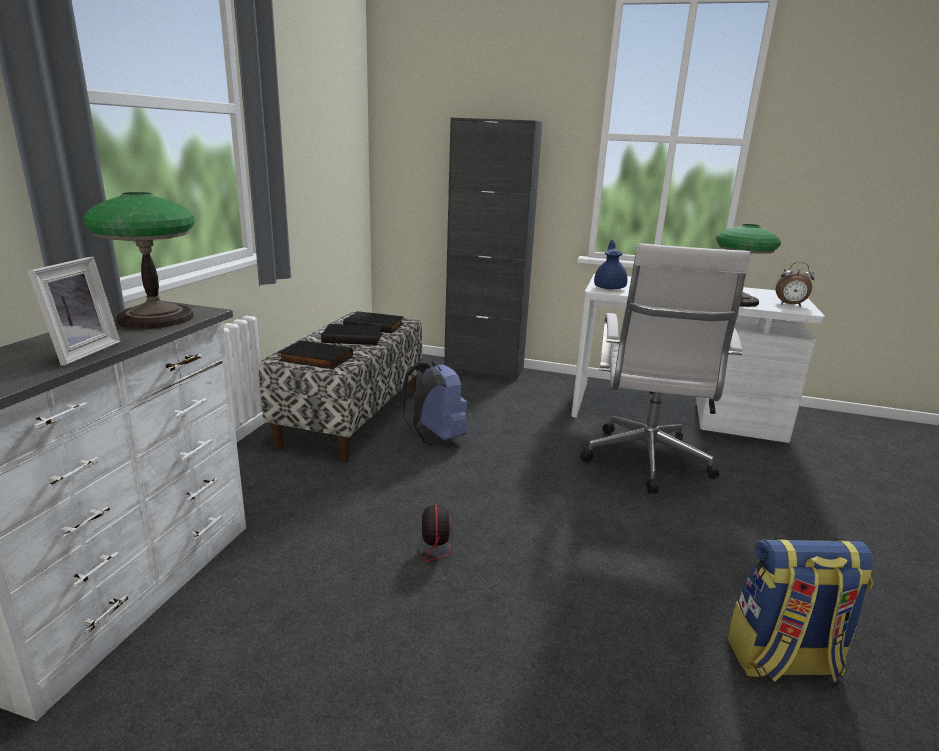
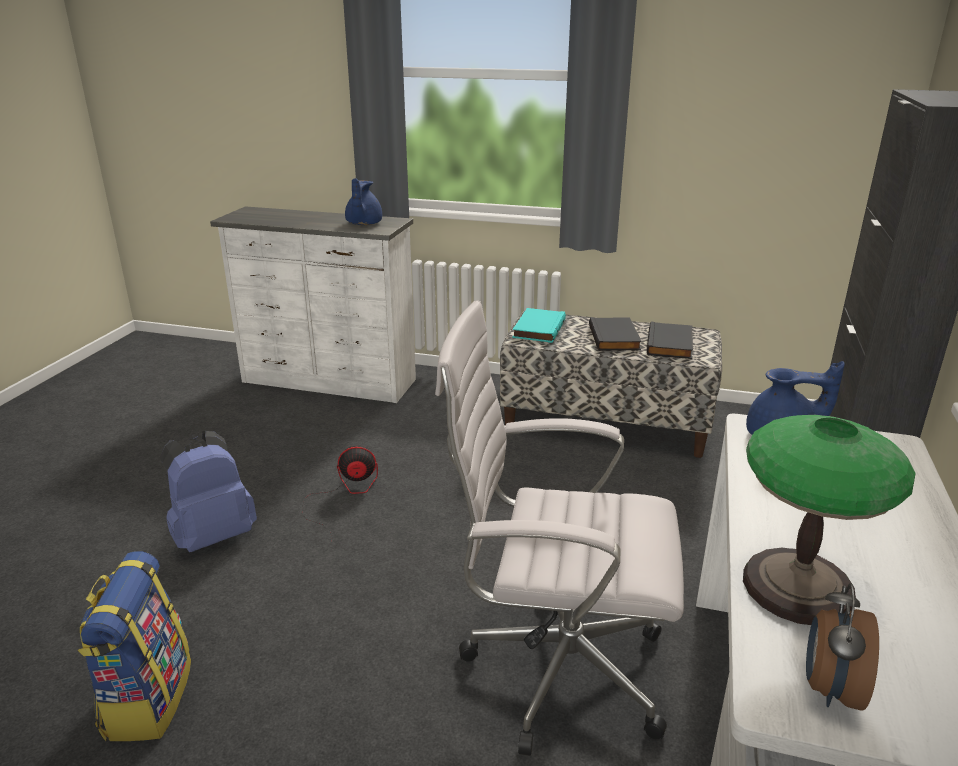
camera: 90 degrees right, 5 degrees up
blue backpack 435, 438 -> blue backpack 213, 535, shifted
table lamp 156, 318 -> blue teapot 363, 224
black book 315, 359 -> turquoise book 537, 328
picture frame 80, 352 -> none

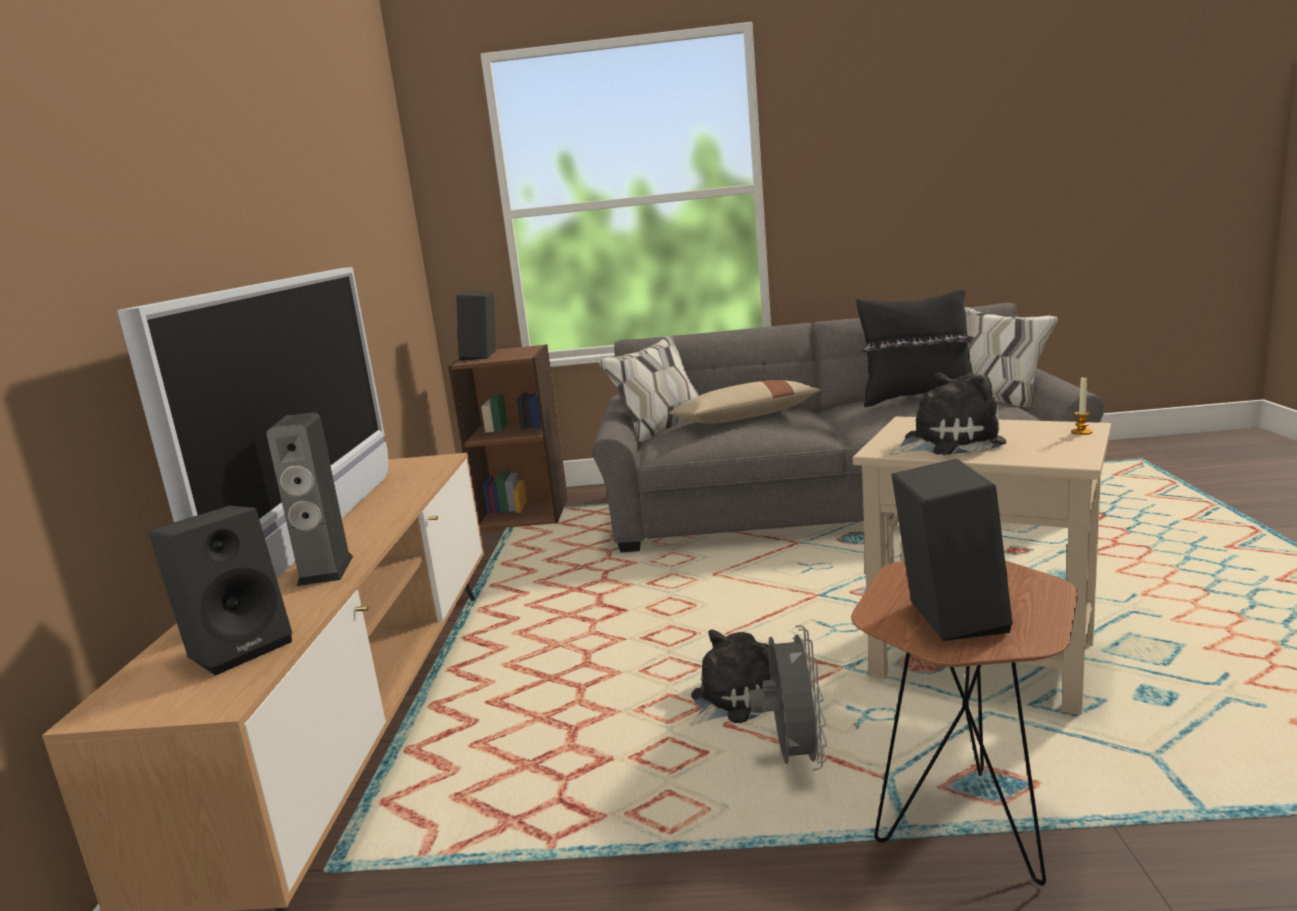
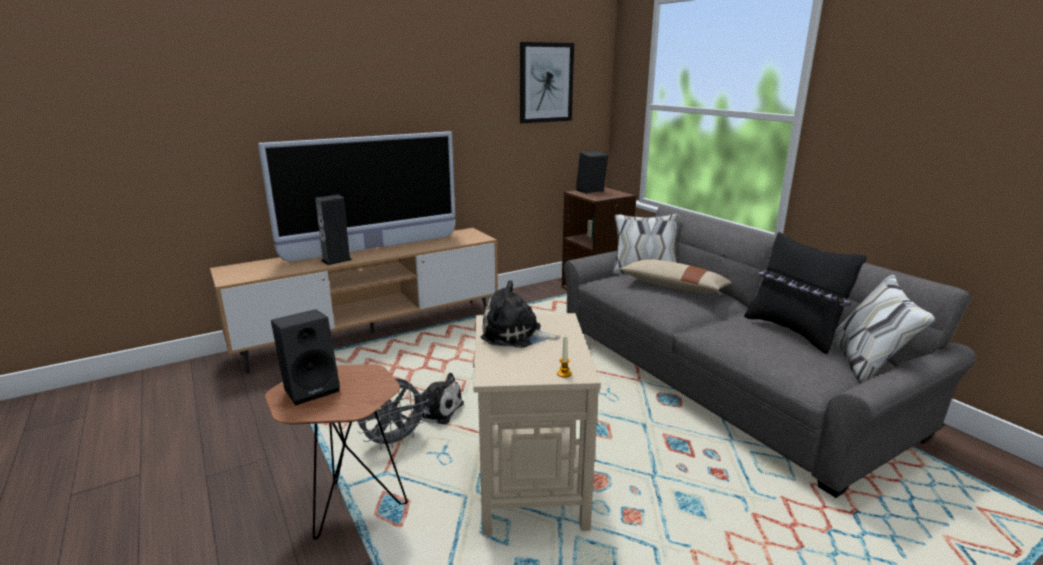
camera: 55 degrees right, 5 degrees up
plush toy 946, 442 -> plush toy 515, 335, 150 degrees clockwise
none -> picture 546, 83
black speaker 240, 647 -> none

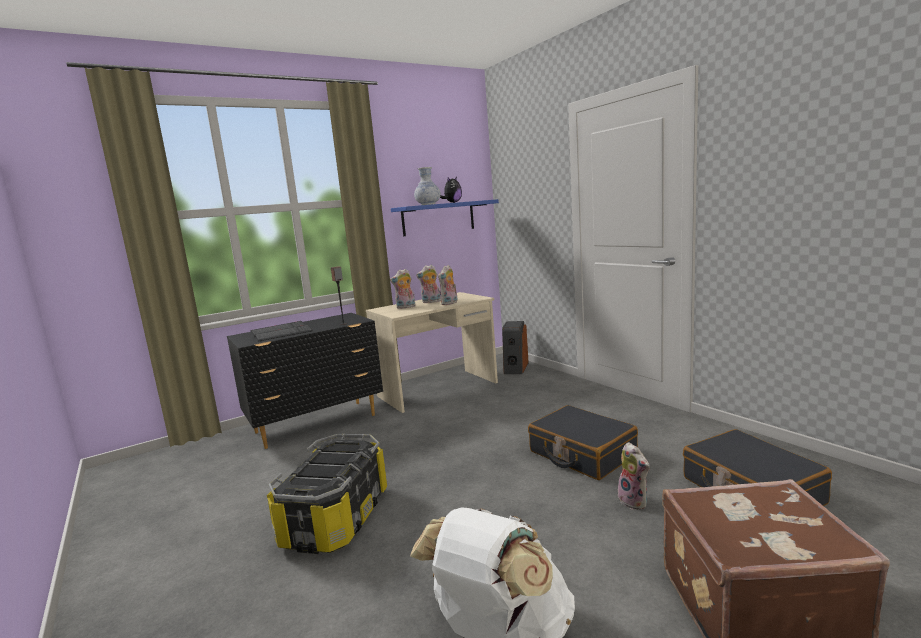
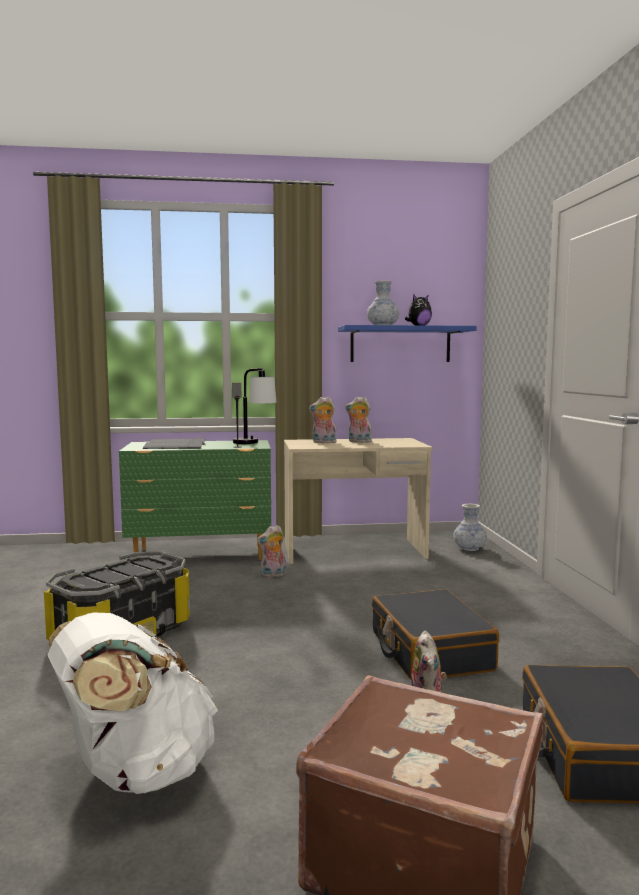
camera: 25 degrees right, 5 degrees down
black dresser 317, 424 -> green dresser 202, 554
none -> table lamp 254, 443
plush toy 449, 303 -> plush toy 273, 575, shifted
speaker 515, 368 -> vase 469, 548

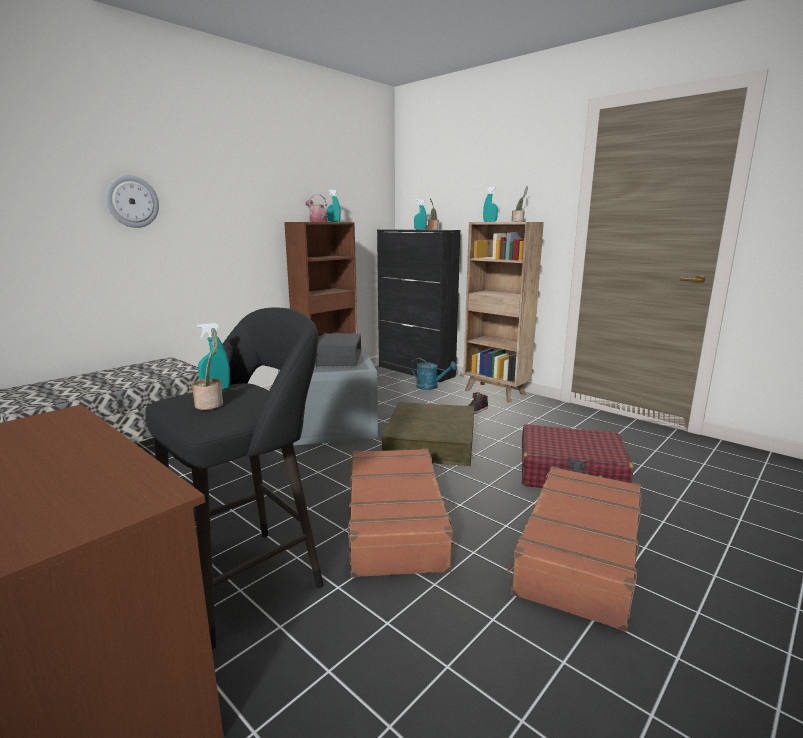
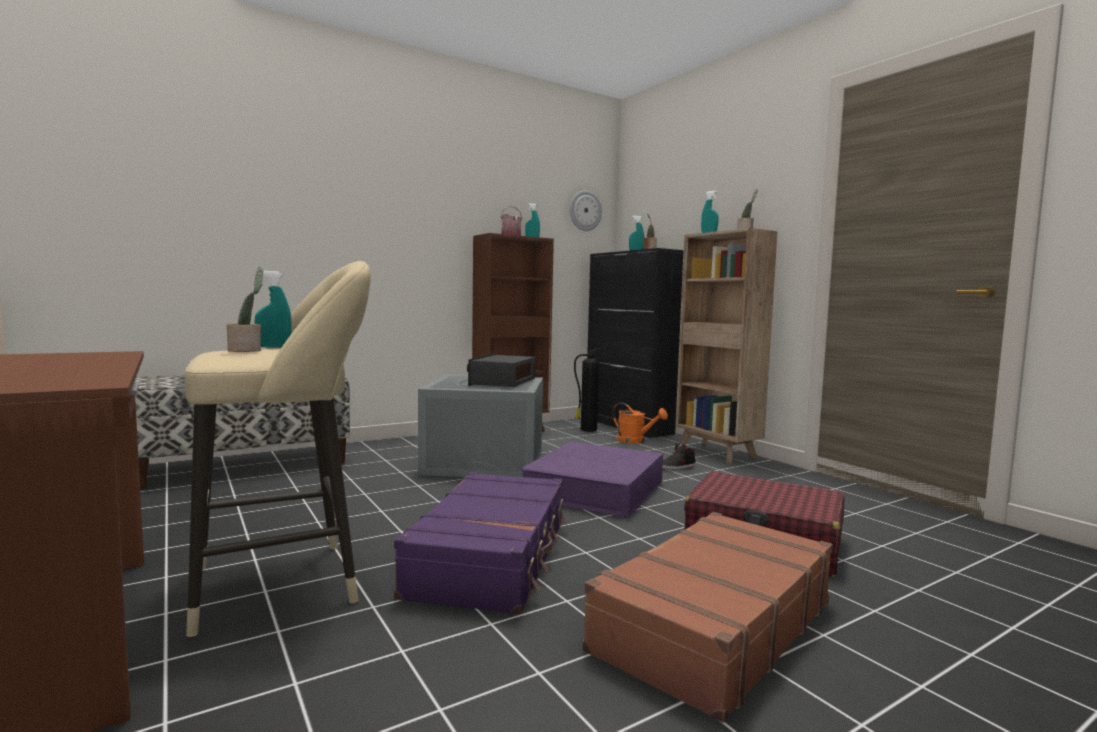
camera: 15 degrees right, 10 degrees down
black stool 251, 578 -> beige stool 286, 582
brown suitcase 396, 522 -> purple suitcase 492, 557
brown storage box 431, 442 -> purple storage box 595, 489
wall clock 132, 201 -> wall clock 585, 211, shifted
none -> fire extinguisher 587, 429
turquoise watering can 431, 387 -> orange watering can 635, 441

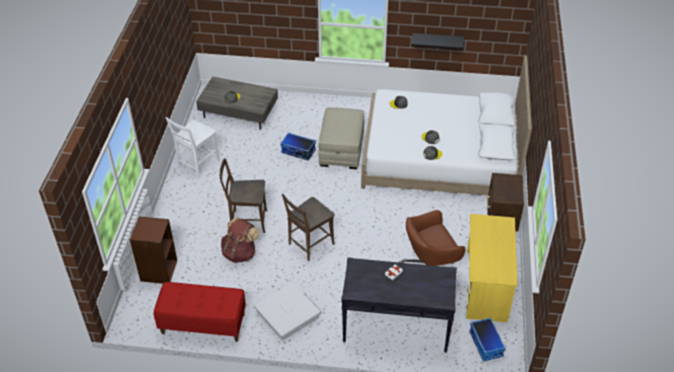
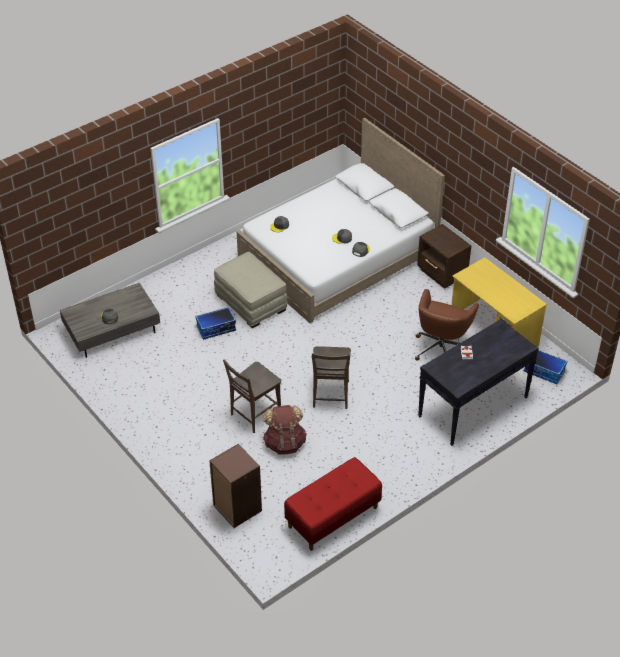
camera: 45 degrees left, 0 degrees up
white chair 197, 165 -> none
white storage box 287, 314 -> none
black shelf 437, 41 -> none

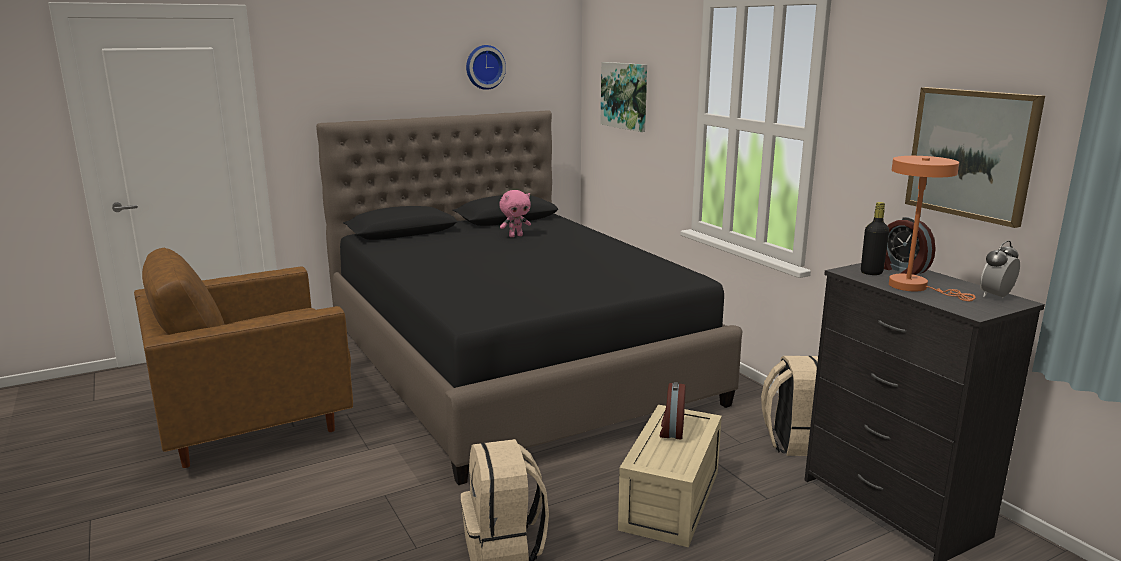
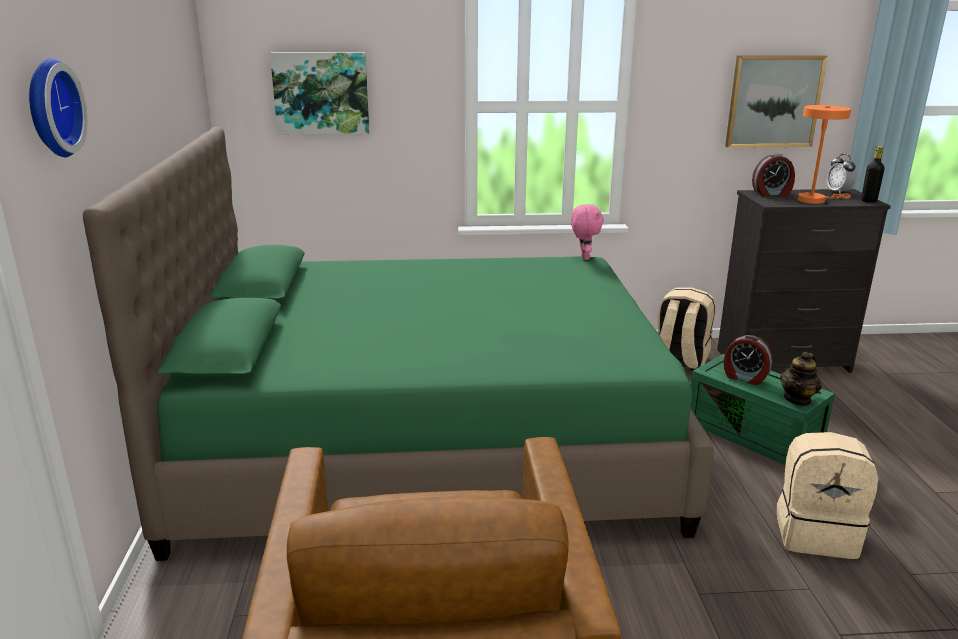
camera: 65 degrees left, 5 degrees up
wall clock 484, 67 -> wall clock 49, 108, shifted
black bed 514, 364 -> green bed 428, 441
pink plush toy 515, 236 -> pink plush toy 584, 257, shifted
beige storage box 672, 501 -> green storage box 755, 433
none -> teapot 797, 399
black bottle 871, 273 -> black bottle 868, 201, shifted

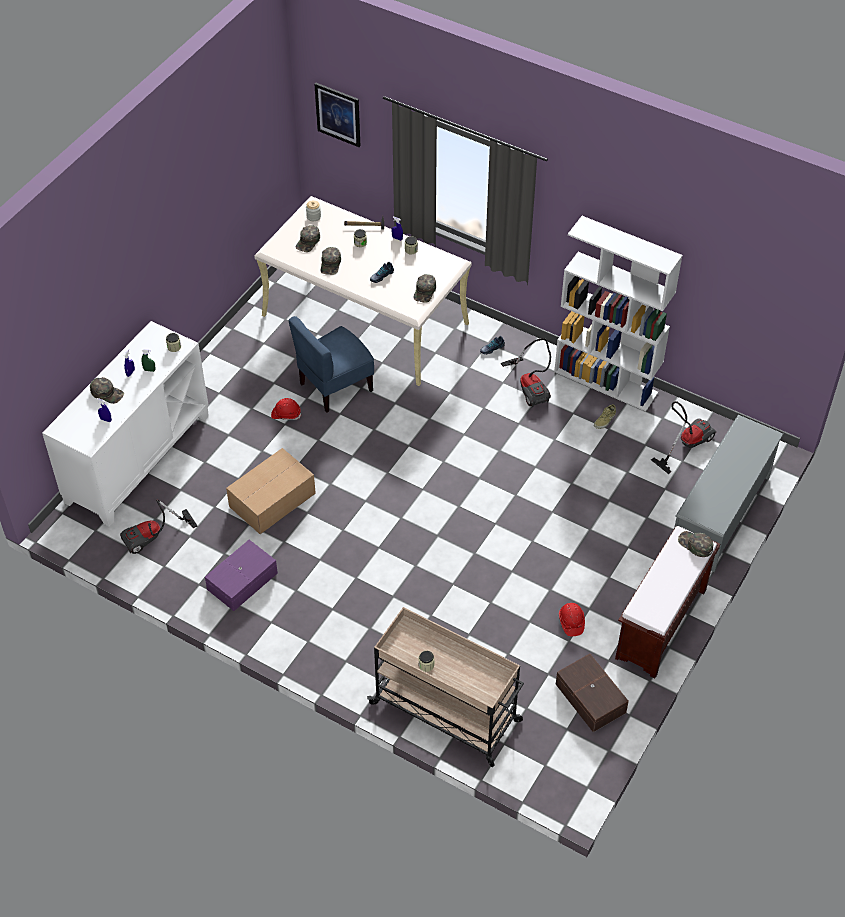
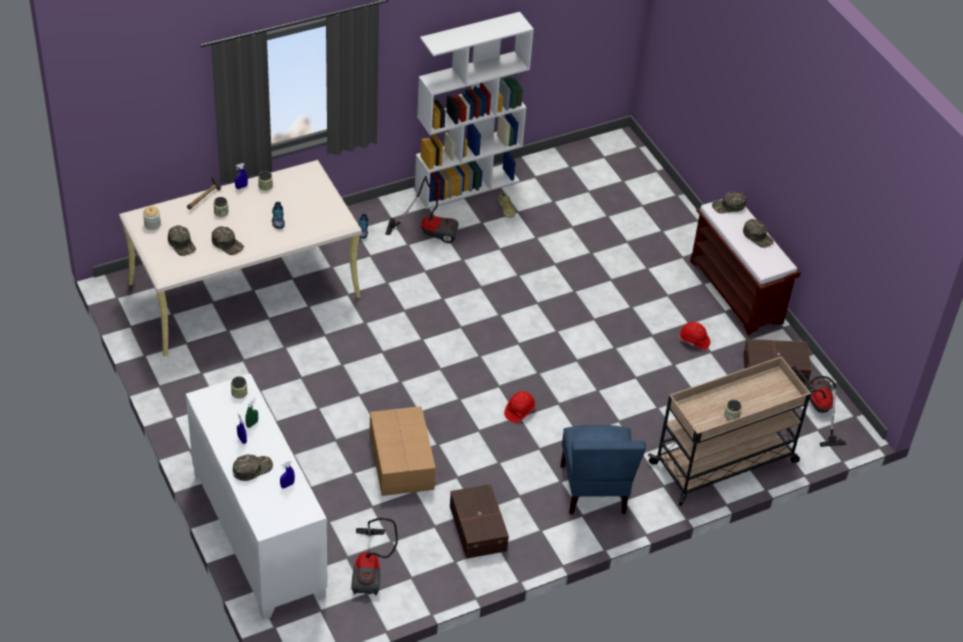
camera: 60 degrees left, 5 degrees down
purple storage box 243, 581 -> brown storage box 479, 527
red hard hat 286, 414 -> red hard hat 519, 411, shifted
blue chair 335, 387 -> blue chair 594, 489, shifted
green cap 425, 291 -> green cap 758, 236, shifted
vacuum cleaner 686, 443 -> vacuum cleaner 818, 411, shifted
picture 338, 114 -> none
grey shoe rack 720, 514 -> none

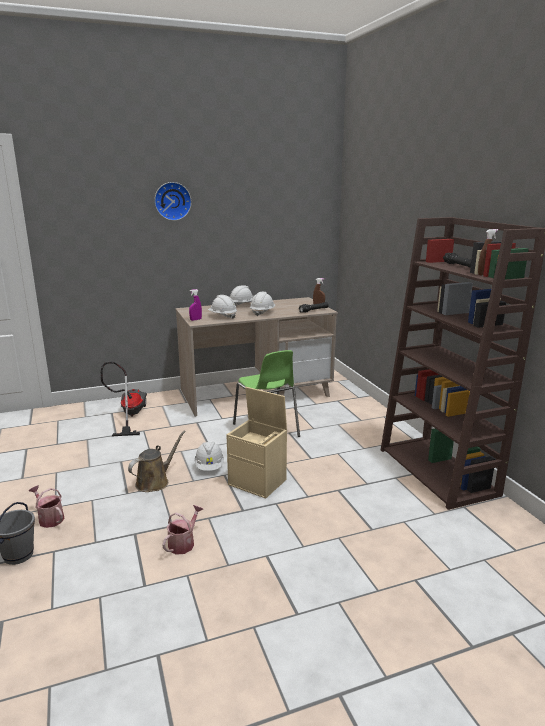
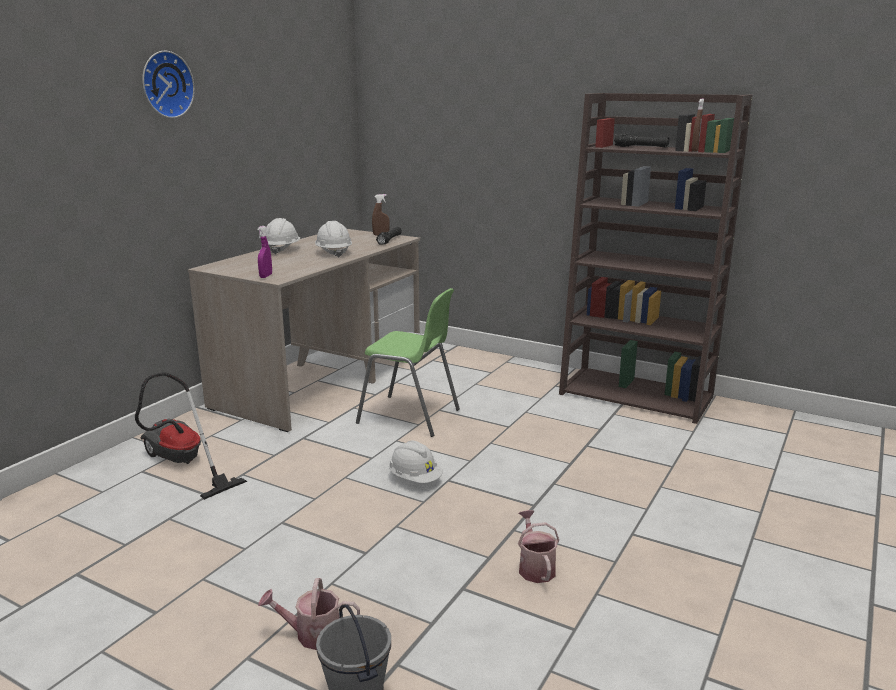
camera: 40 degrees left, 0 degrees up
brown watering can 155, 482 -> none
white hard hat 222, 316 -> none
beige storage box 258, 482 -> none

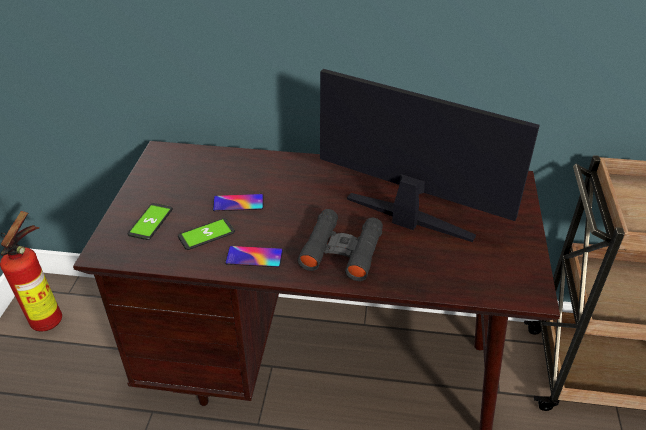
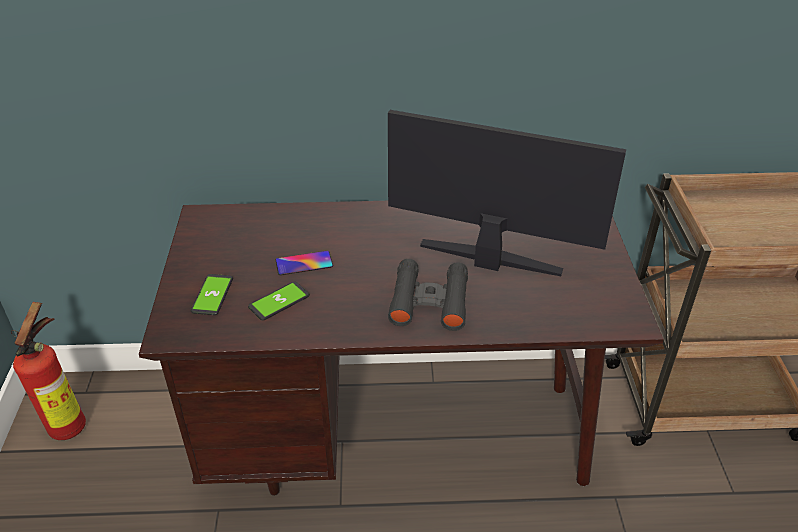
camera: 10 degrees left, 0 degrees up
phone 254, 257 -> none

